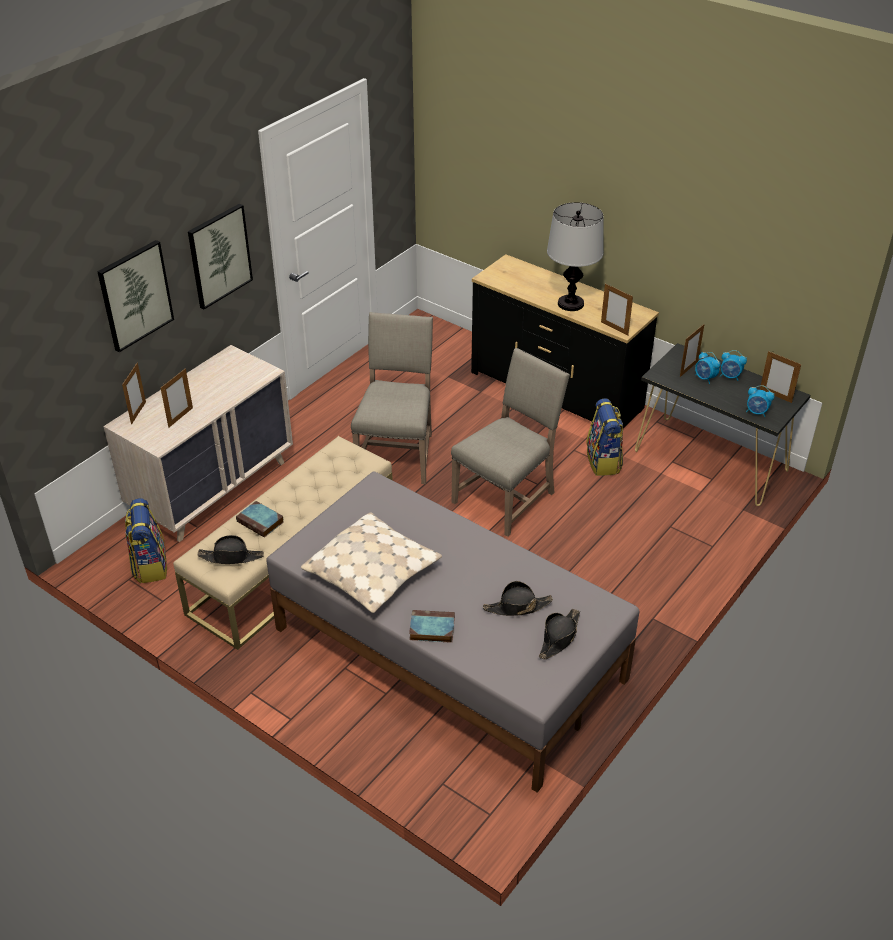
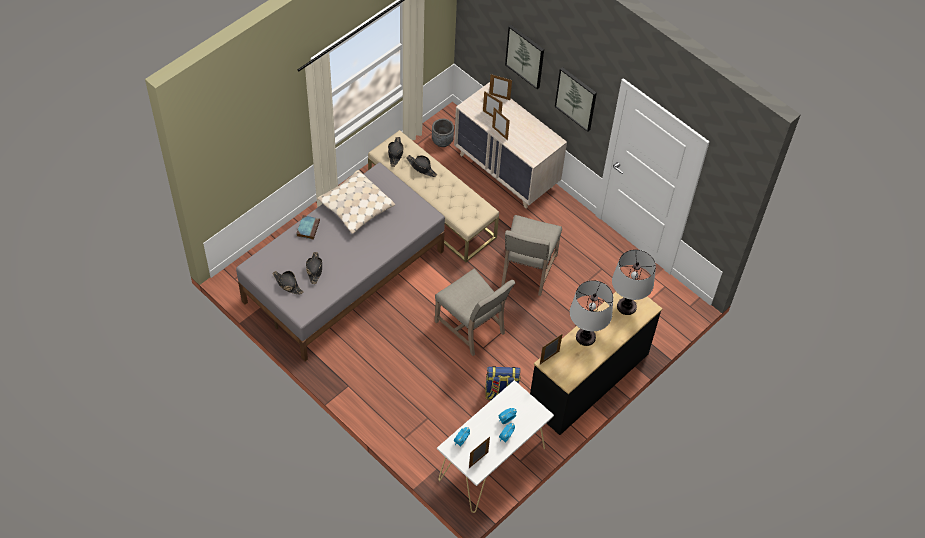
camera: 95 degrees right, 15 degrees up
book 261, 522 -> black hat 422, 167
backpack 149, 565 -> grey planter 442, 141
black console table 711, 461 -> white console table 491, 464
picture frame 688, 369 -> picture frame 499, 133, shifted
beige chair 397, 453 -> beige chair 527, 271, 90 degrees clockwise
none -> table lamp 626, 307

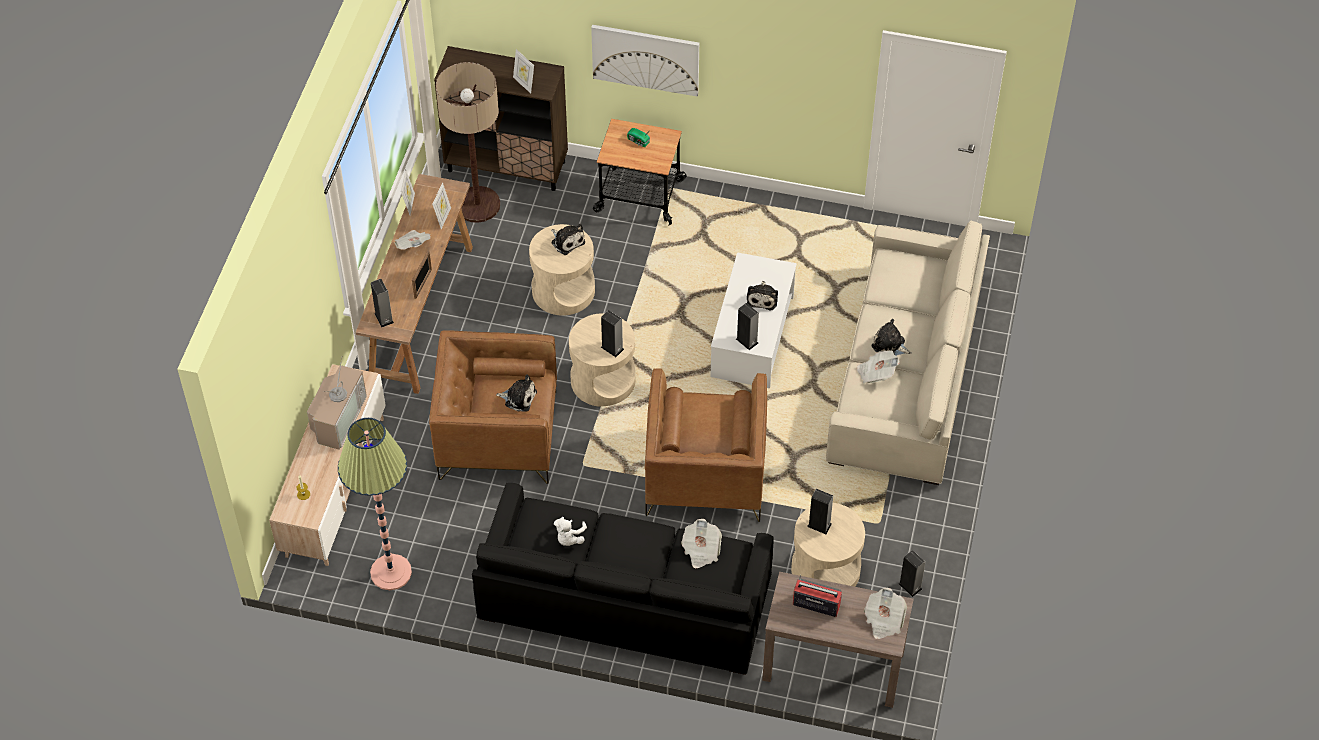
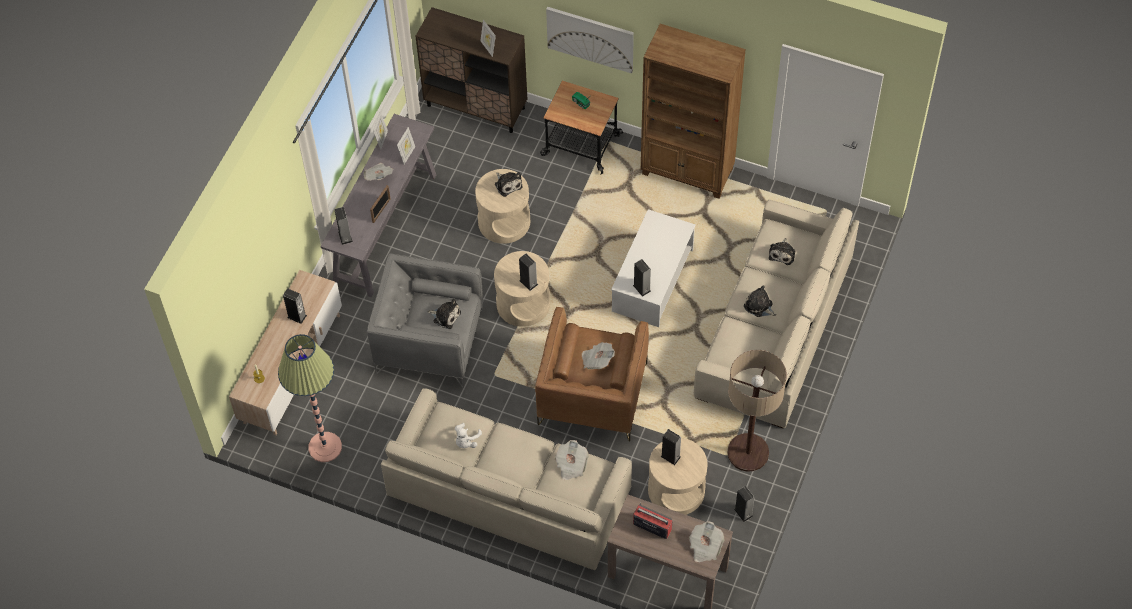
camera: 10 degrees right, 5 degrees up
television 338, 418 -> speaker 297, 316
brown console table 422, 313 -> grey console table 385, 228
brown armchair 497, 436 -> grey armchair 429, 341
black sofa 624, 597 -> beige sofa 508, 492
newspaper 876, 373 -> newspaper 597, 360, shifted
none -> brown bookcase 688, 172
floor lamp 477, 205 -> floor lamp 748, 453, shifted
plush toy 762, 298 -> plush toy 782, 253, shifted

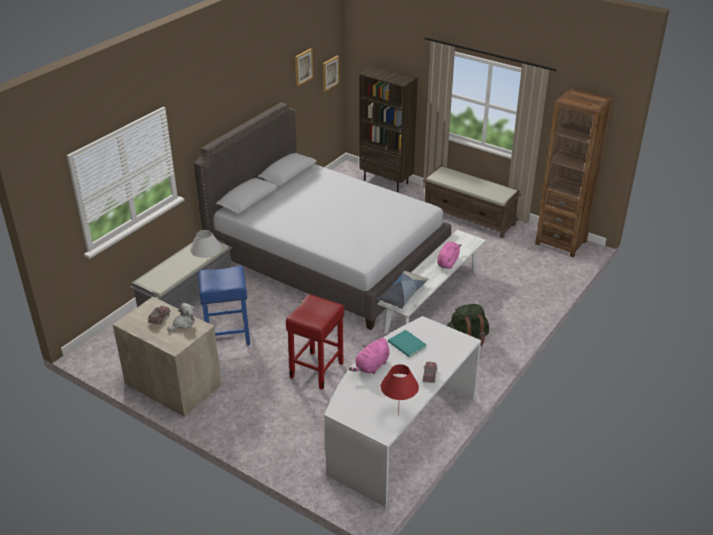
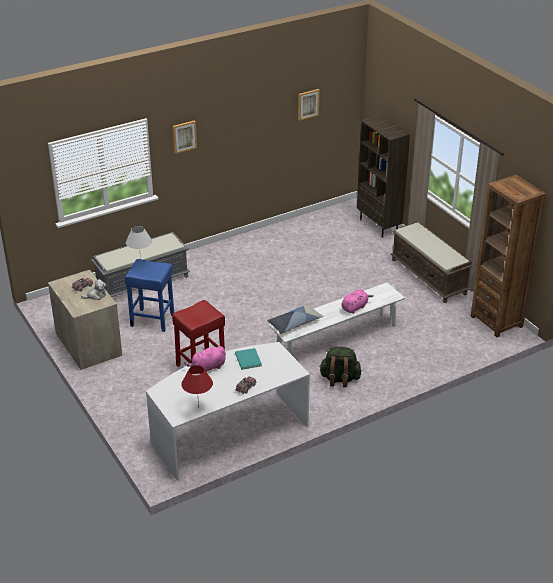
camera: 25 degrees right, 0 degrees up
picture 330, 73 -> picture 184, 136, shifted
grey bed 327, 259 -> none

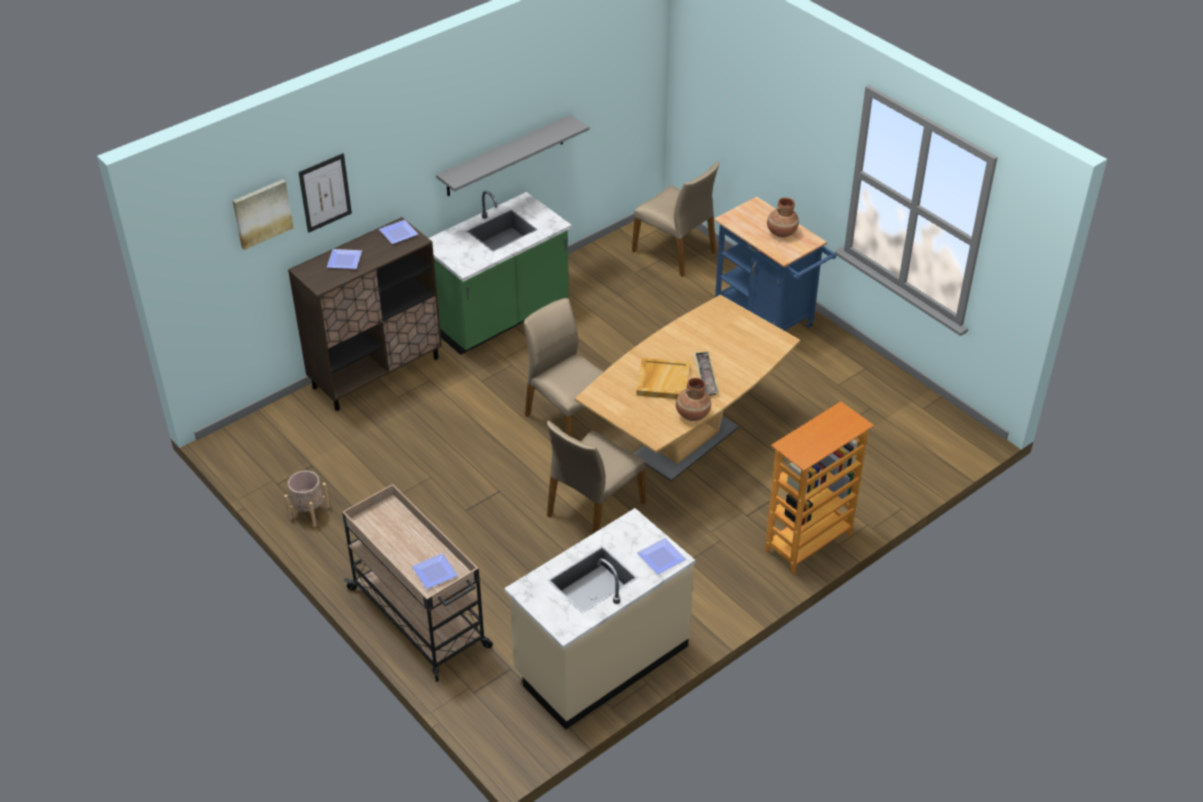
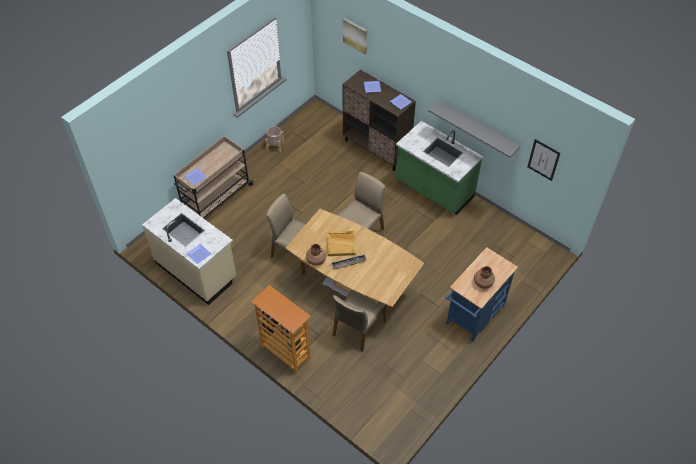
camera: 80 degrees right, 10 degrees up
beige chair 675, 252 -> beige chair 358, 328, shifted
picture 325, 192 -> picture 543, 159, shifted

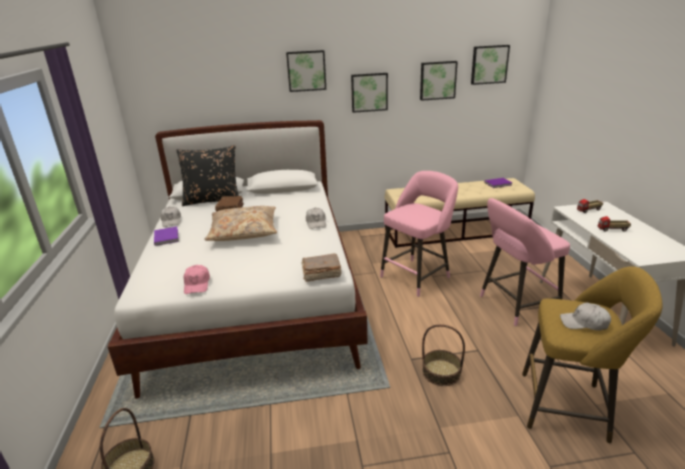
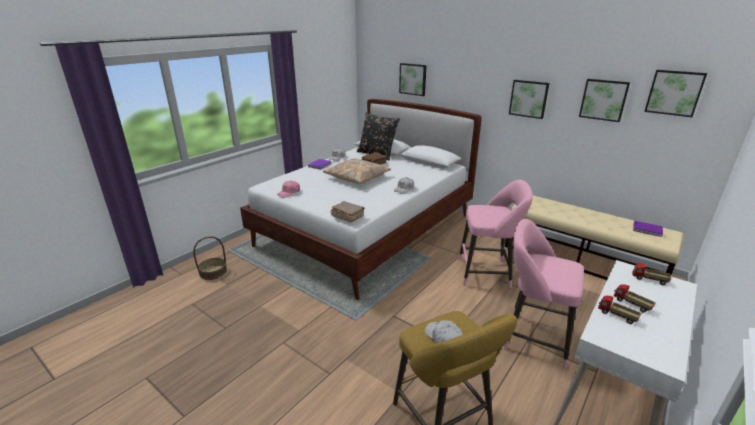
camera: 45 degrees right, 0 degrees up
picture 306, 71 -> picture 413, 79, shifted
none -> toy truck 616, 316
basket 441, 372 -> none

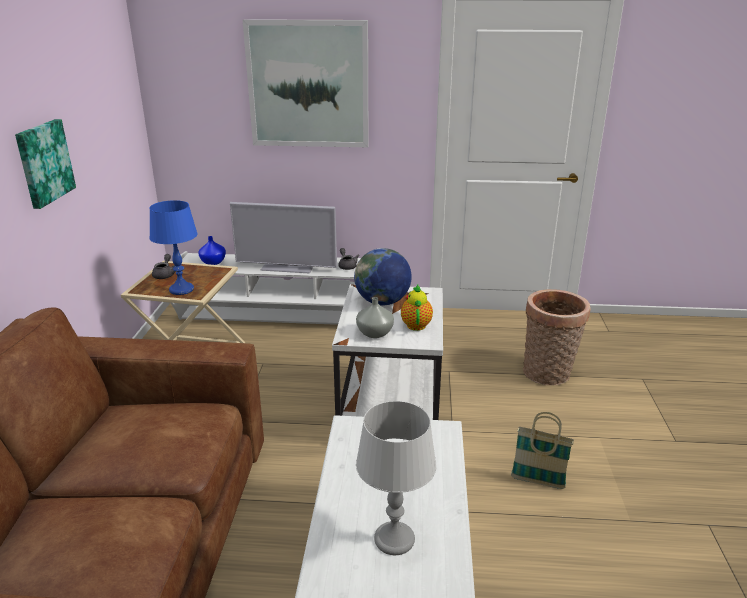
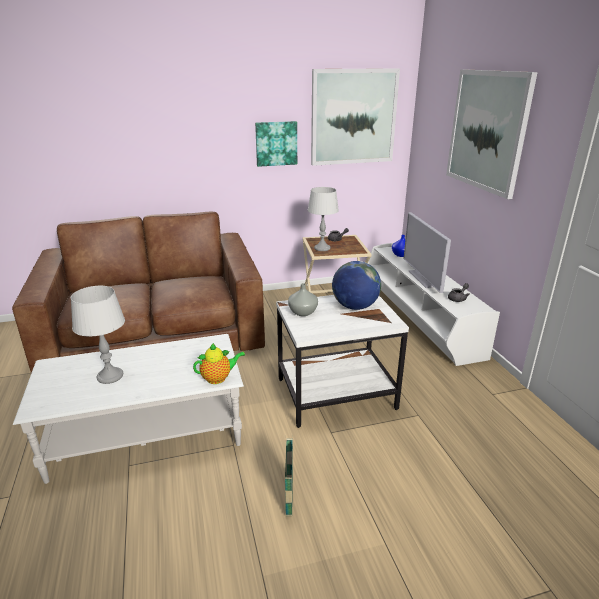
camera: 70 degrees right, 0 degrees up
teapot 416, 324 -> teapot 218, 378, shifted
blue table lamp 181, 290 -> grey table lamp 322, 248
none -> picture 353, 117
basket 548, 375 -> none

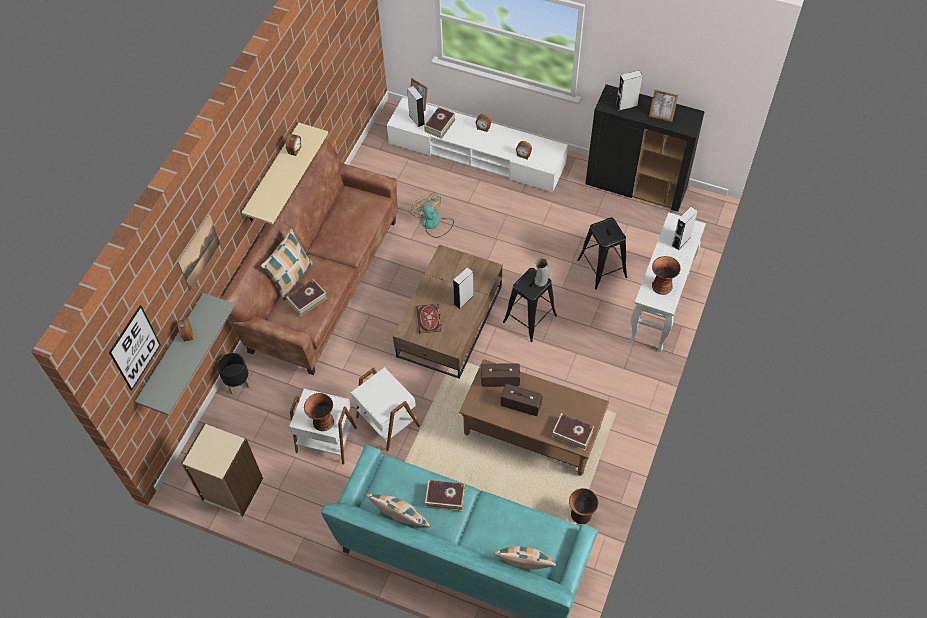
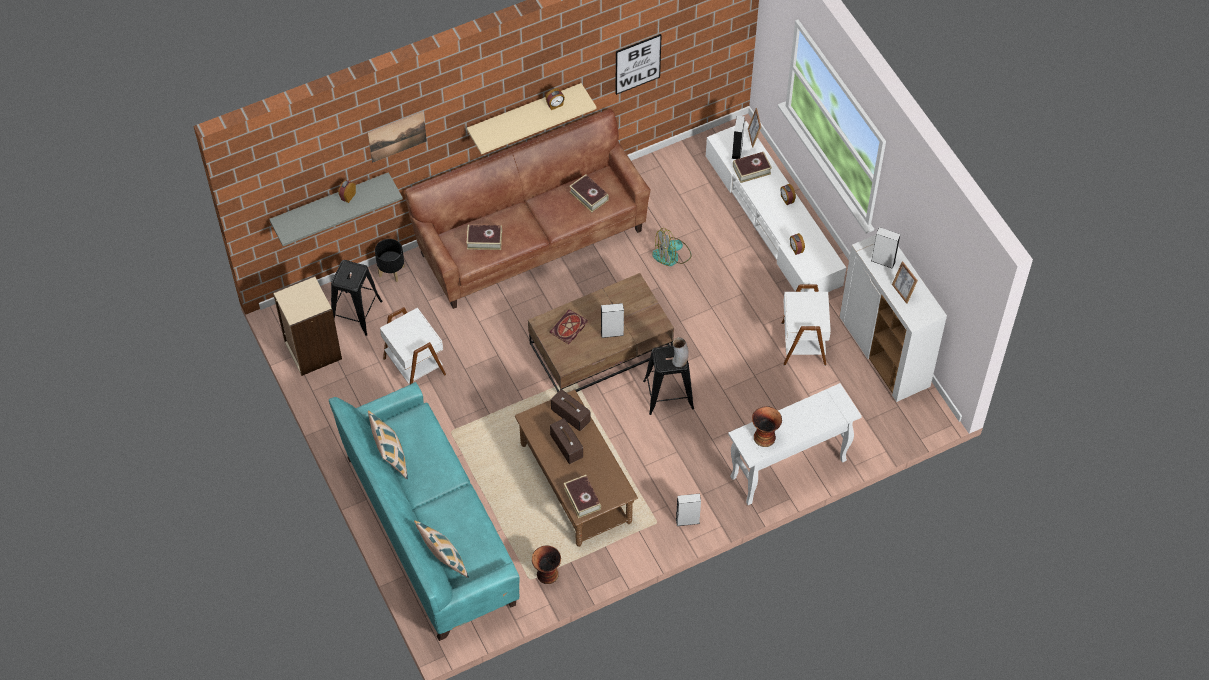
camera: 40 degrees right, 0 degrees up
black stool 602, 268 -> black stool 356, 313, shifted
book 445, 497 -> book 589, 196, shifted
picture 135, 348 -> picture 637, 64, shifted
fan 433, 224 -> fan 671, 255, 120 degrees counterclockwise
grey speaker 681, 241 -> grey speaker 687, 521, shifted
white side table 386, 422 -> white side table 802, 343, shifted
black cabinet 636, 186 -> white cabinet 884, 353
pillow 291, 278 -> none
vase 322, 422 -> none

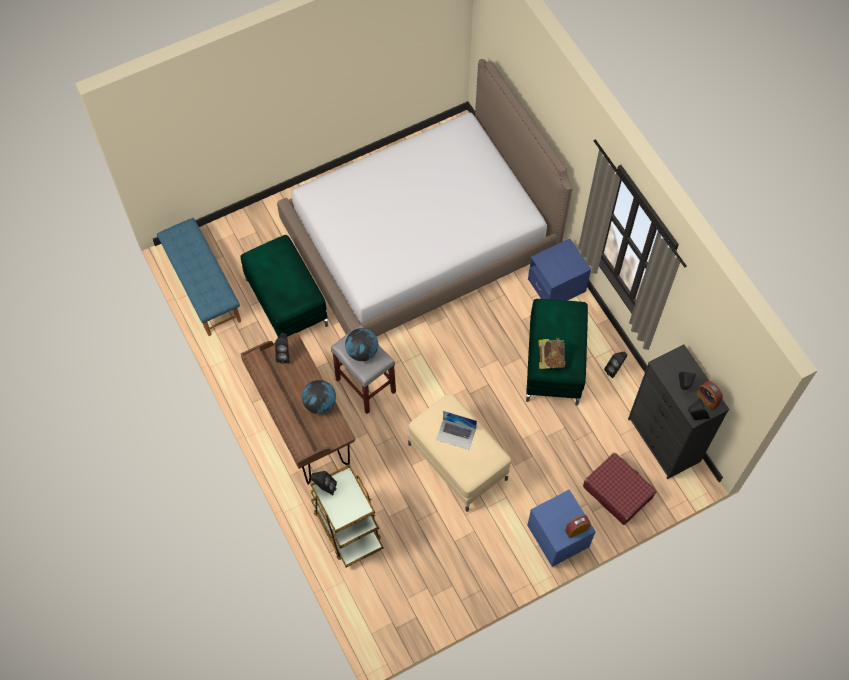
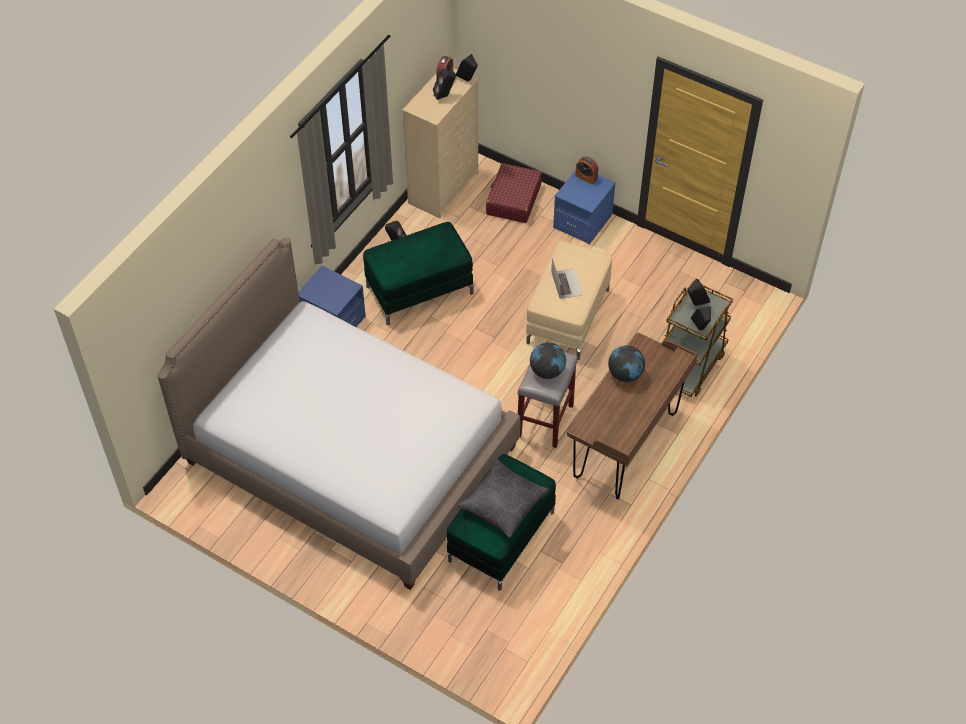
camera: 120 degrees left, 10 degrees down
black dresser 664, 441 -> beige dresser 444, 188
none -> black pillow 502, 504
black speaker 284, 354 -> black speaker 696, 304, shifted
blue bench 202, 287 -> none
book 550, 359 -> none

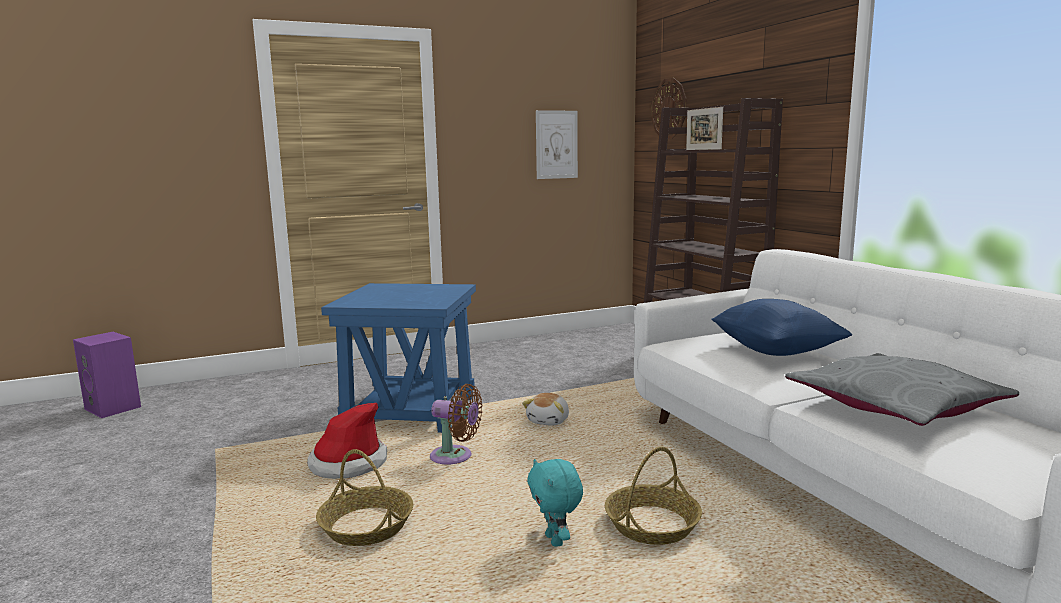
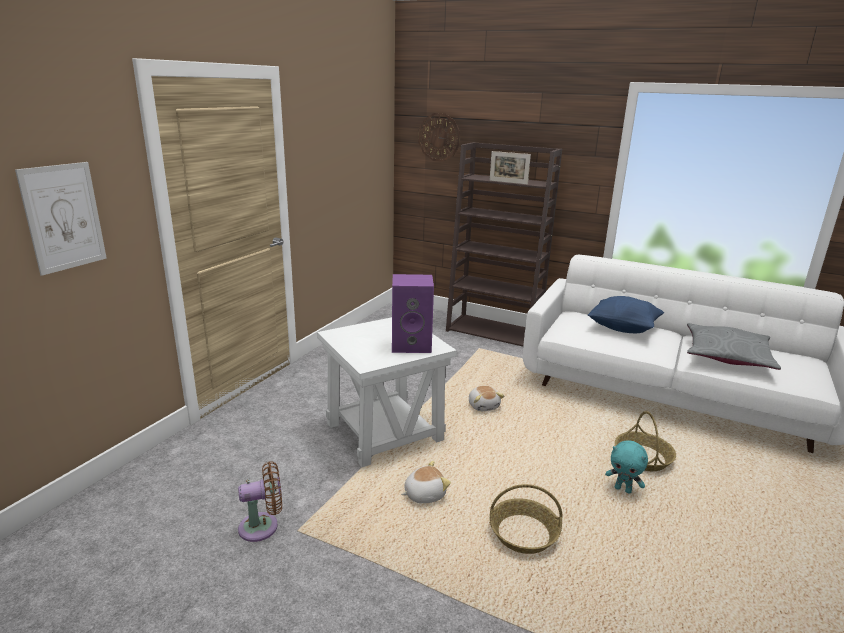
camera: 40 degrees left, 10 degrees up
picture 556, 144 -> picture 63, 217, shifted
brown fan 455, 457 -> brown fan 263, 526, shifted
blue side table 411, 412 -> white side table 385, 431
purple speaker 114, 408 -> purple speaker 412, 344, shifted
hat 348, 463 -> plush toy 424, 494

